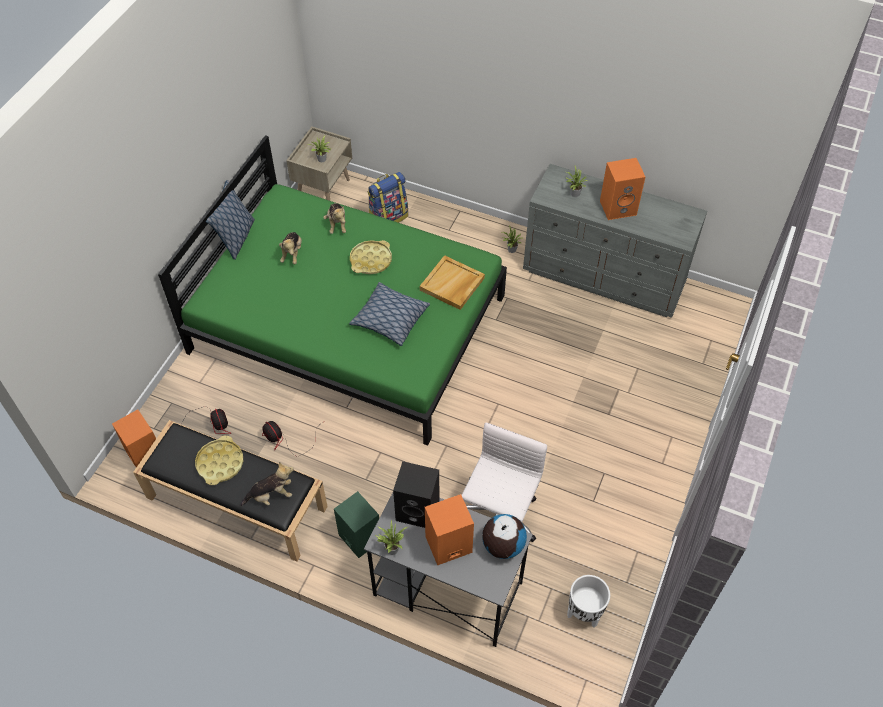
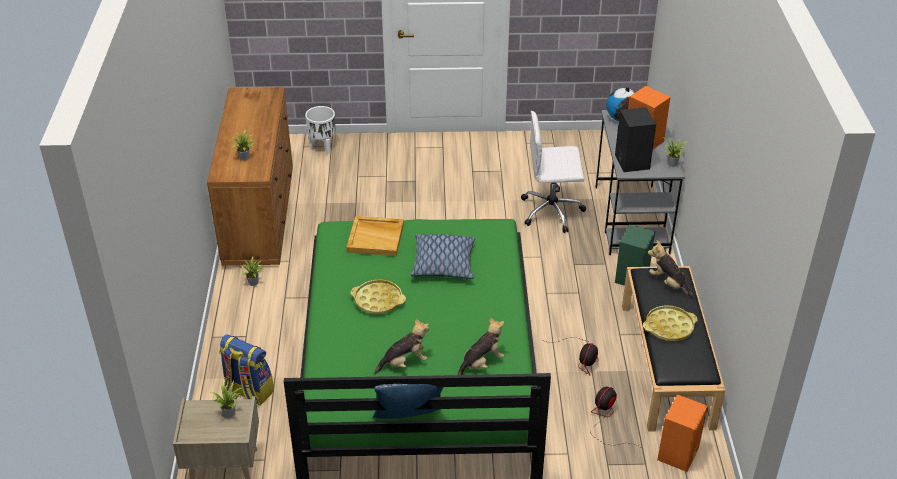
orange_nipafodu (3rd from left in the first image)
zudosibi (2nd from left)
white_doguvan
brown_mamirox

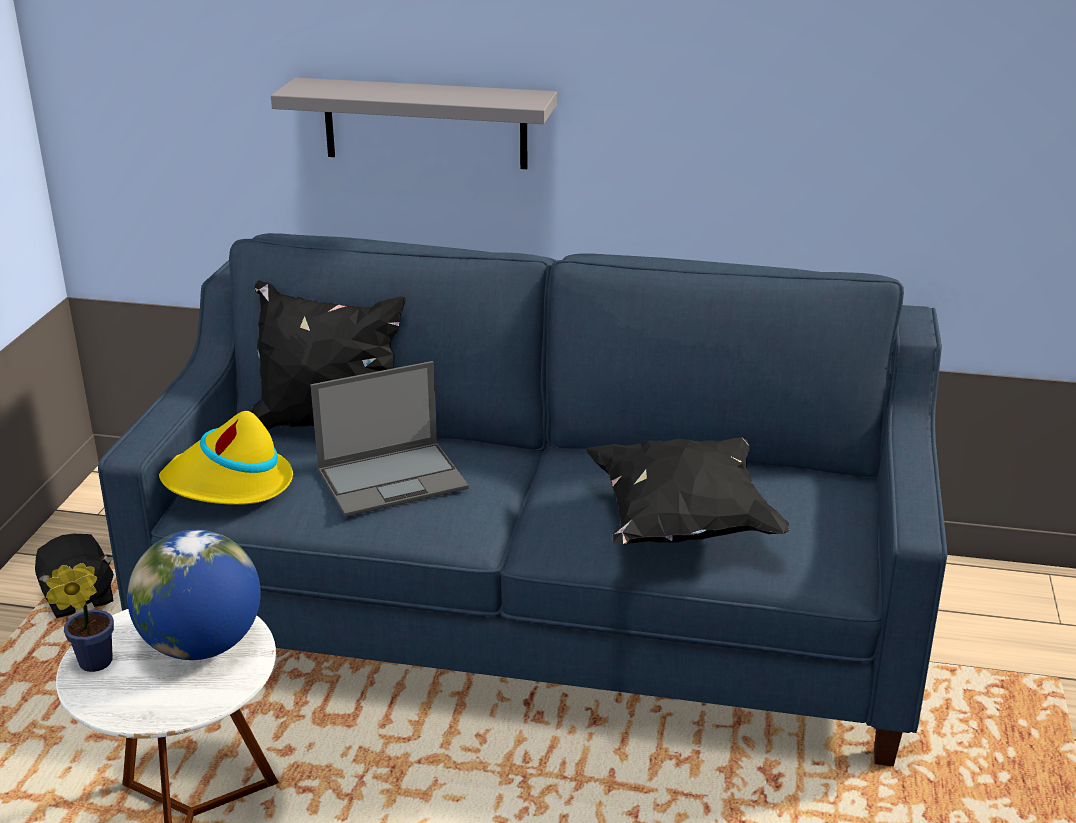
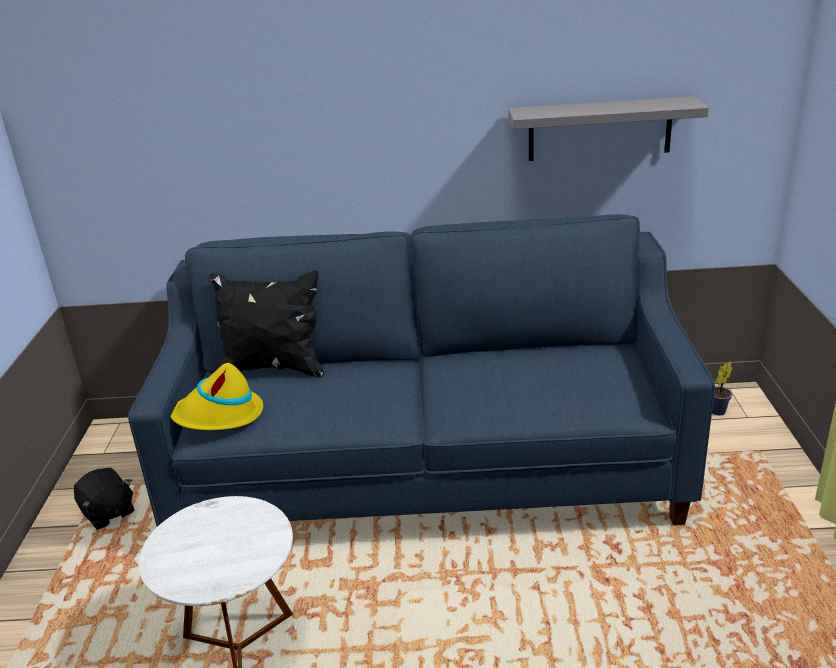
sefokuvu
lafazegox
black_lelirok (2nd from left in the first image)
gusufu
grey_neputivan

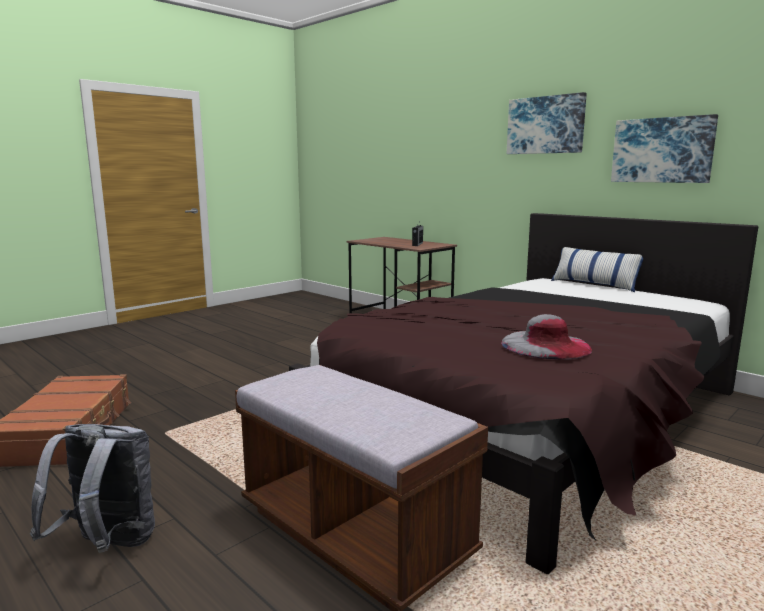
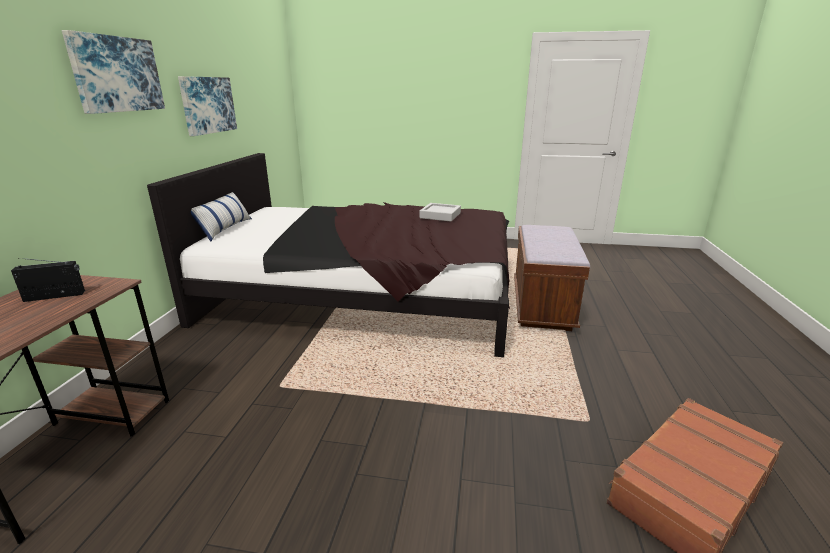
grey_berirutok
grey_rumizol

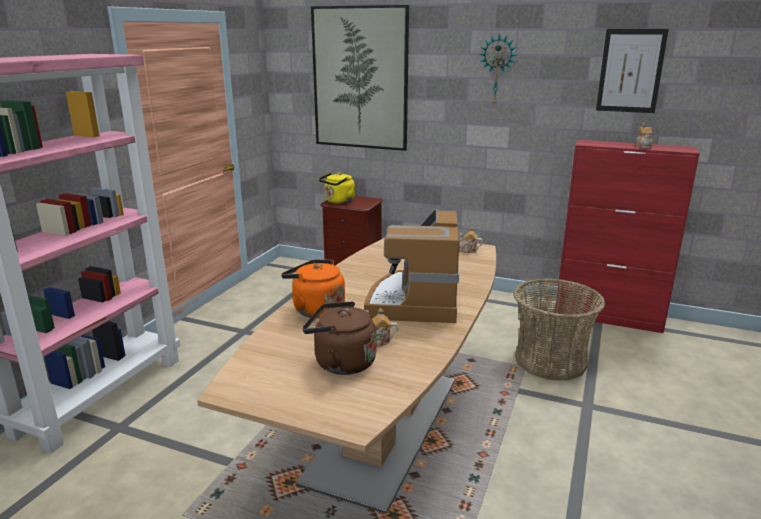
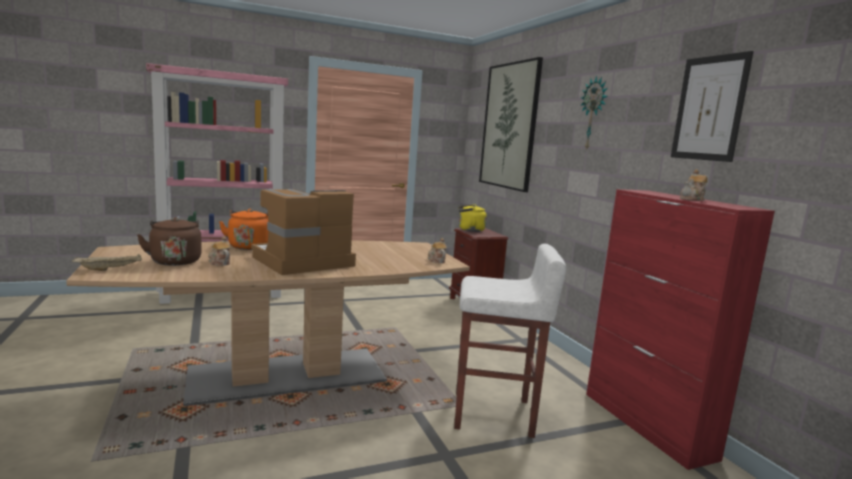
beige_rumizol
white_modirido

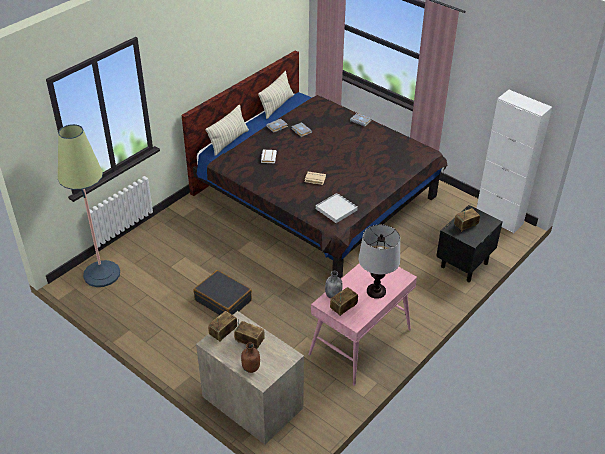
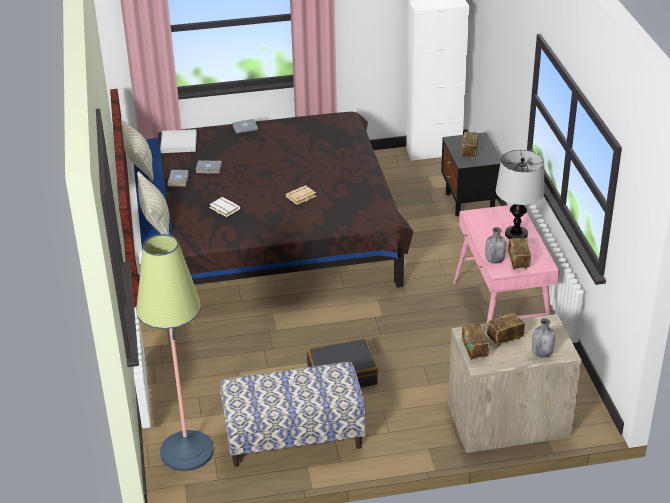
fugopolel
white_rumizol
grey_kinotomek (2nd from left)

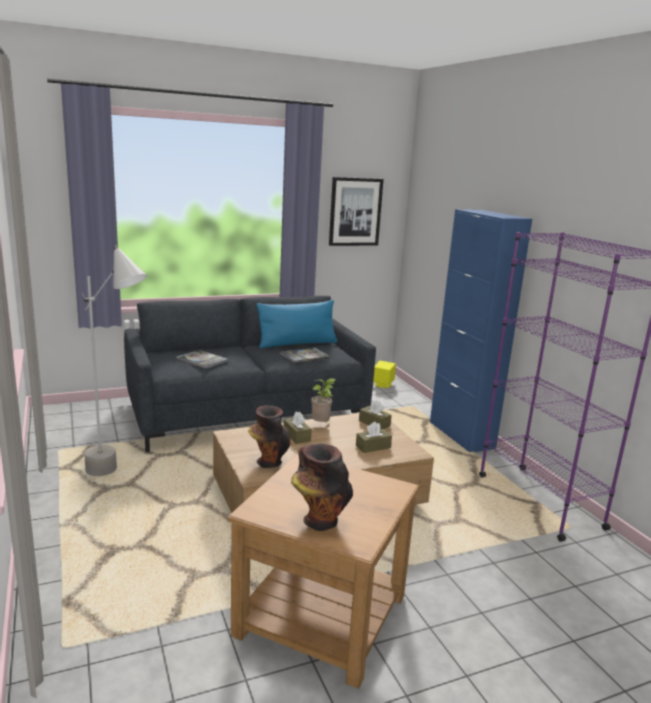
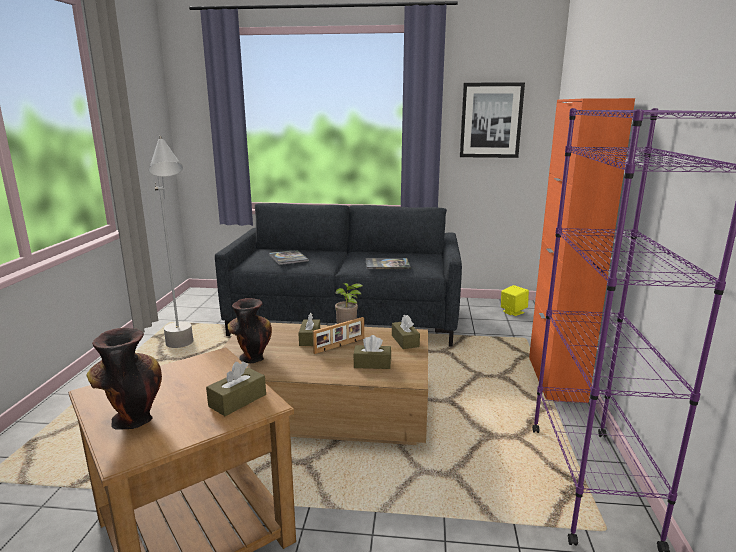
blue_lelirok
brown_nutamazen (1st from left)
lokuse
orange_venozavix

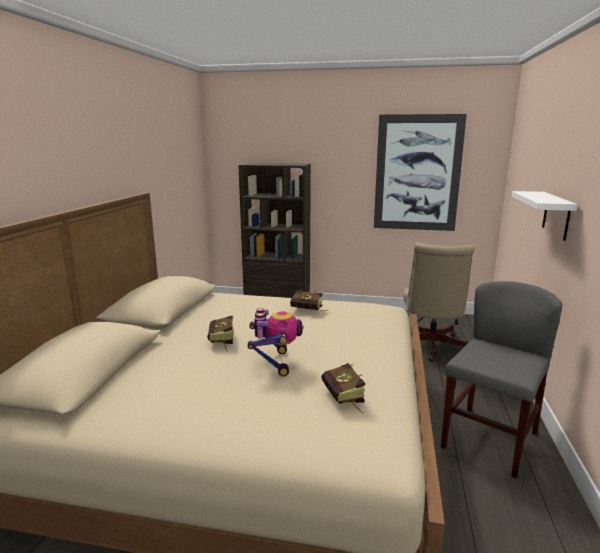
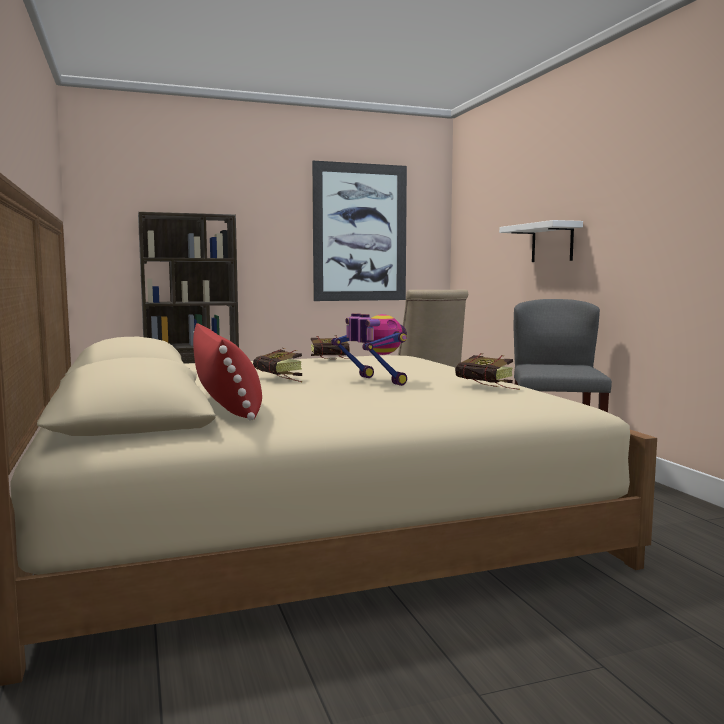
red_lelirok

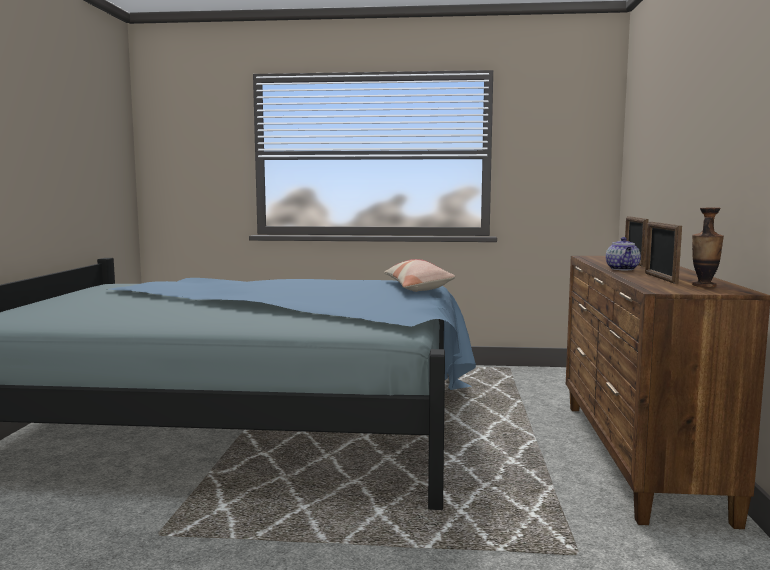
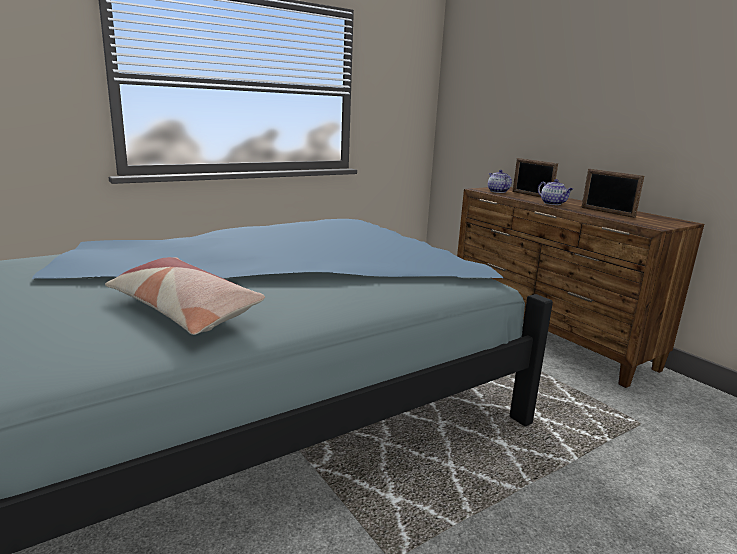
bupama
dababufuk (1st from left)
lelirok

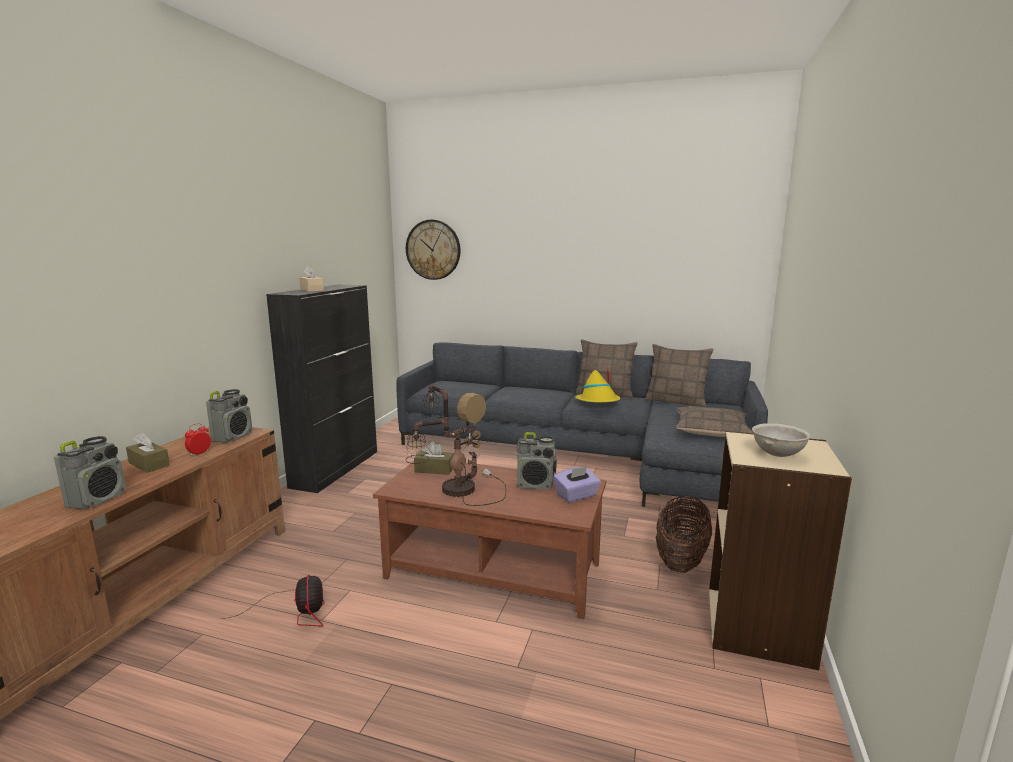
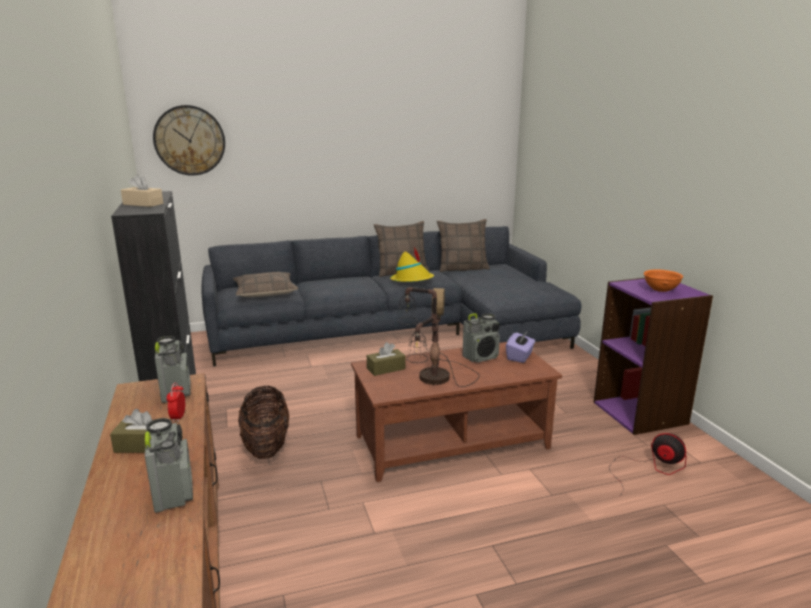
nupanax
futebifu
lelirok (1st from left)
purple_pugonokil
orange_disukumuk

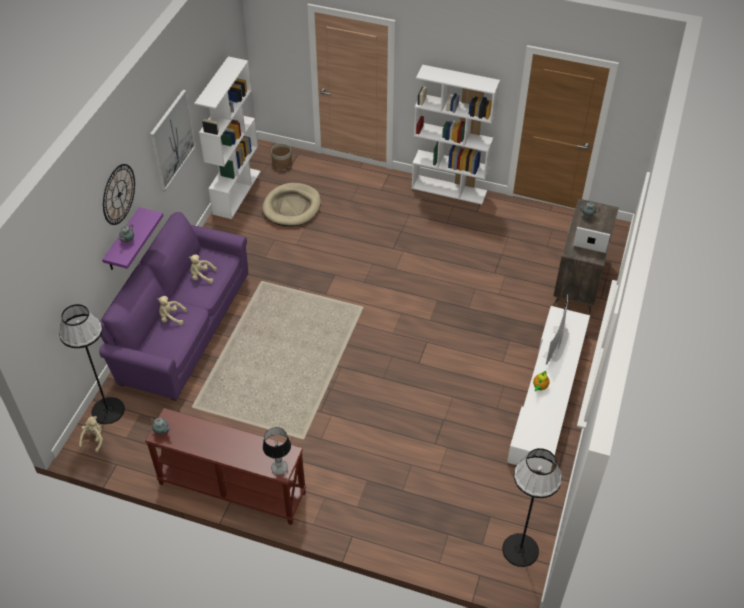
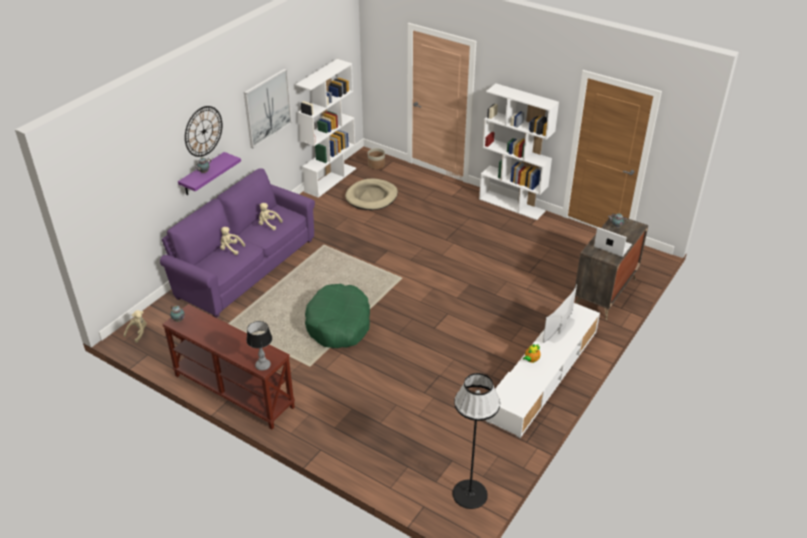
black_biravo (1st from left in the first image)
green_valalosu

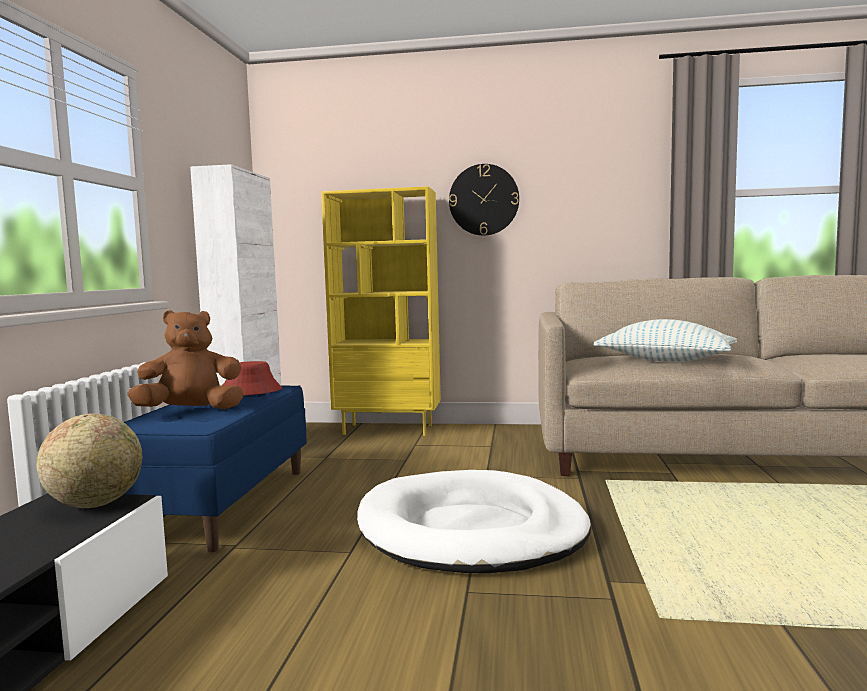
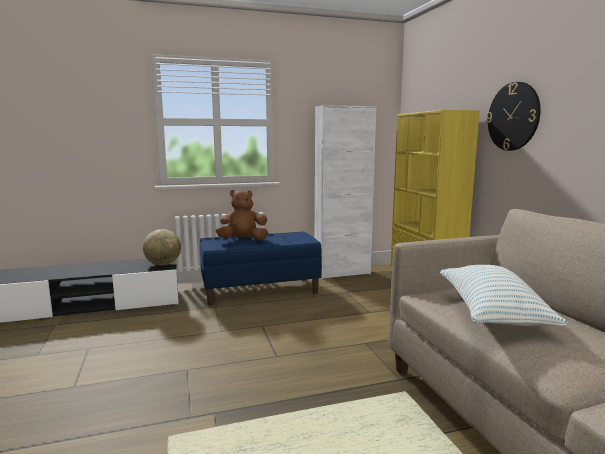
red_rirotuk
white_valalosu
brown_zudosibi

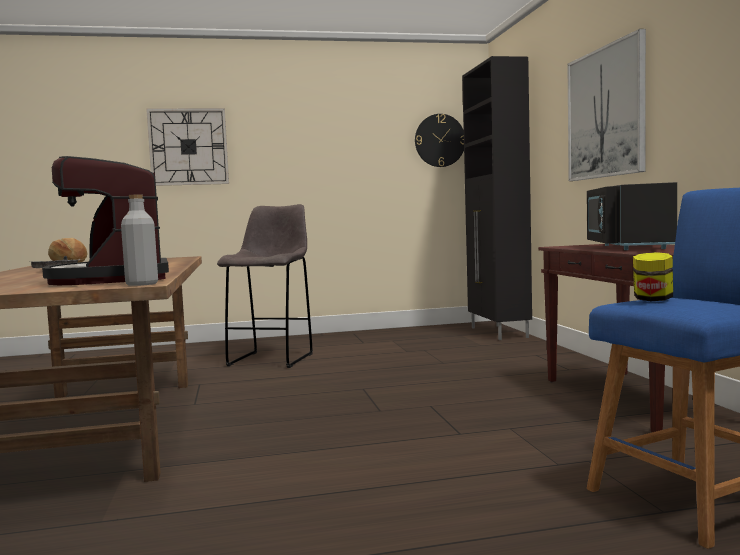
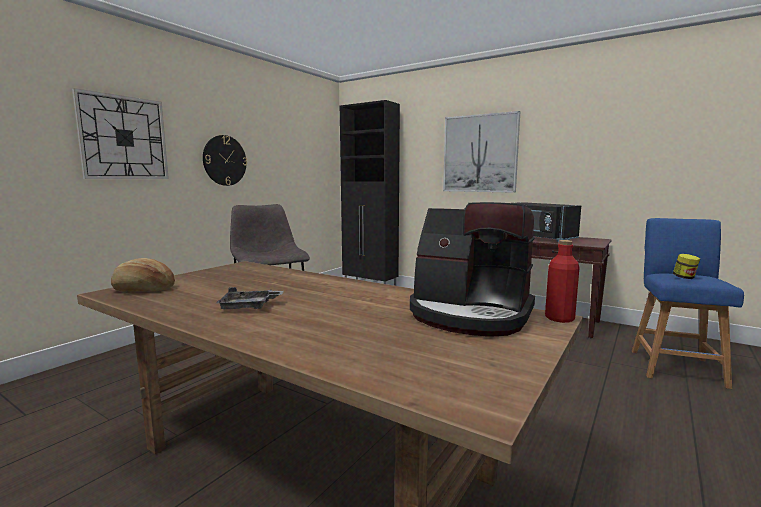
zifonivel (2nd from left)
red_kinotomek

